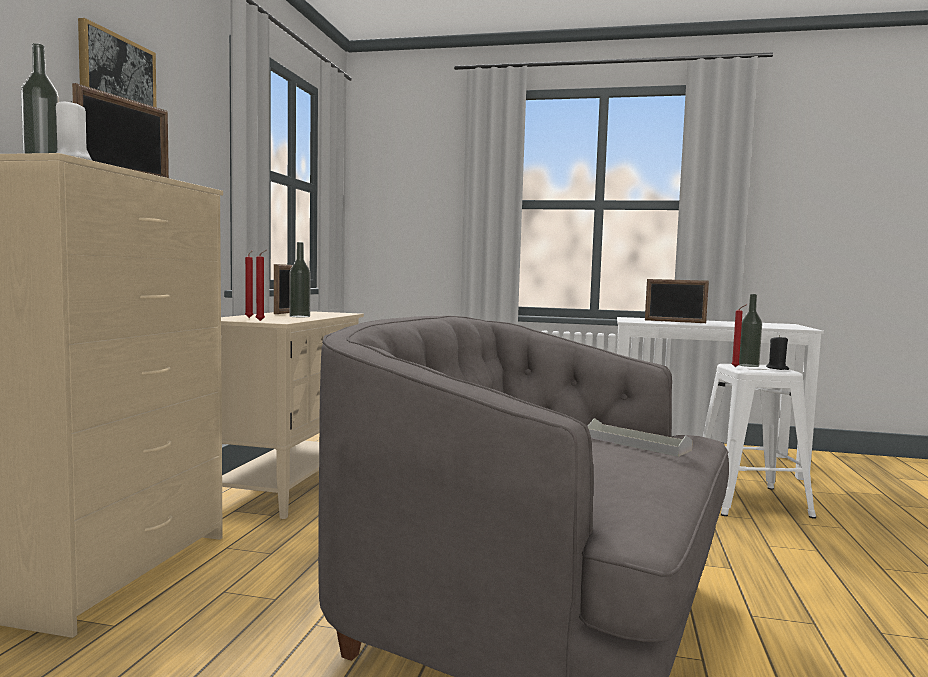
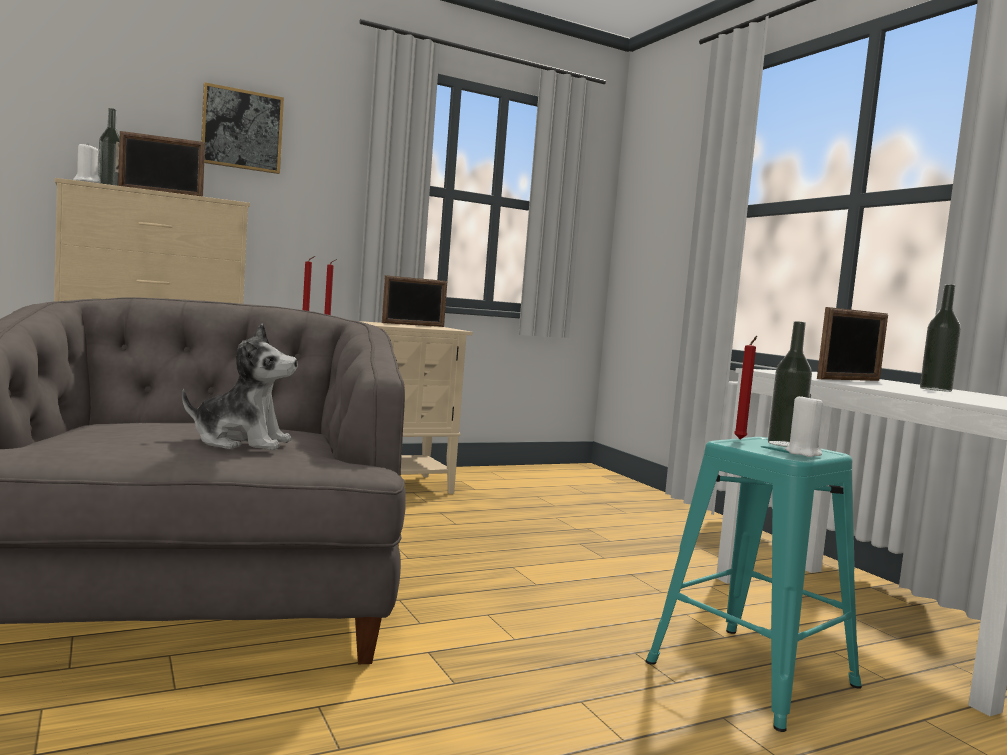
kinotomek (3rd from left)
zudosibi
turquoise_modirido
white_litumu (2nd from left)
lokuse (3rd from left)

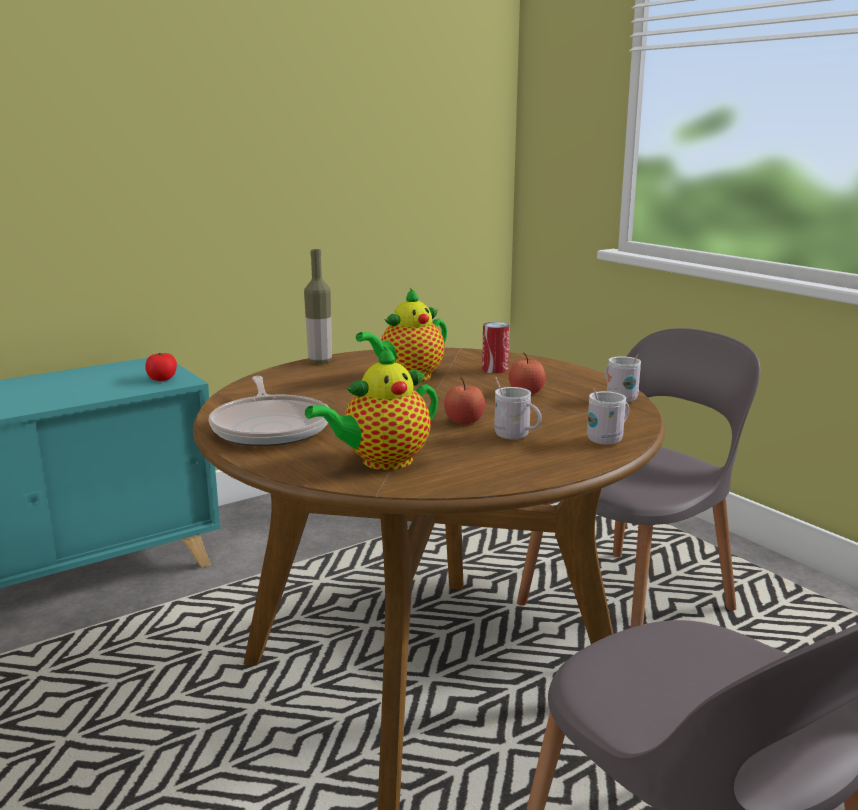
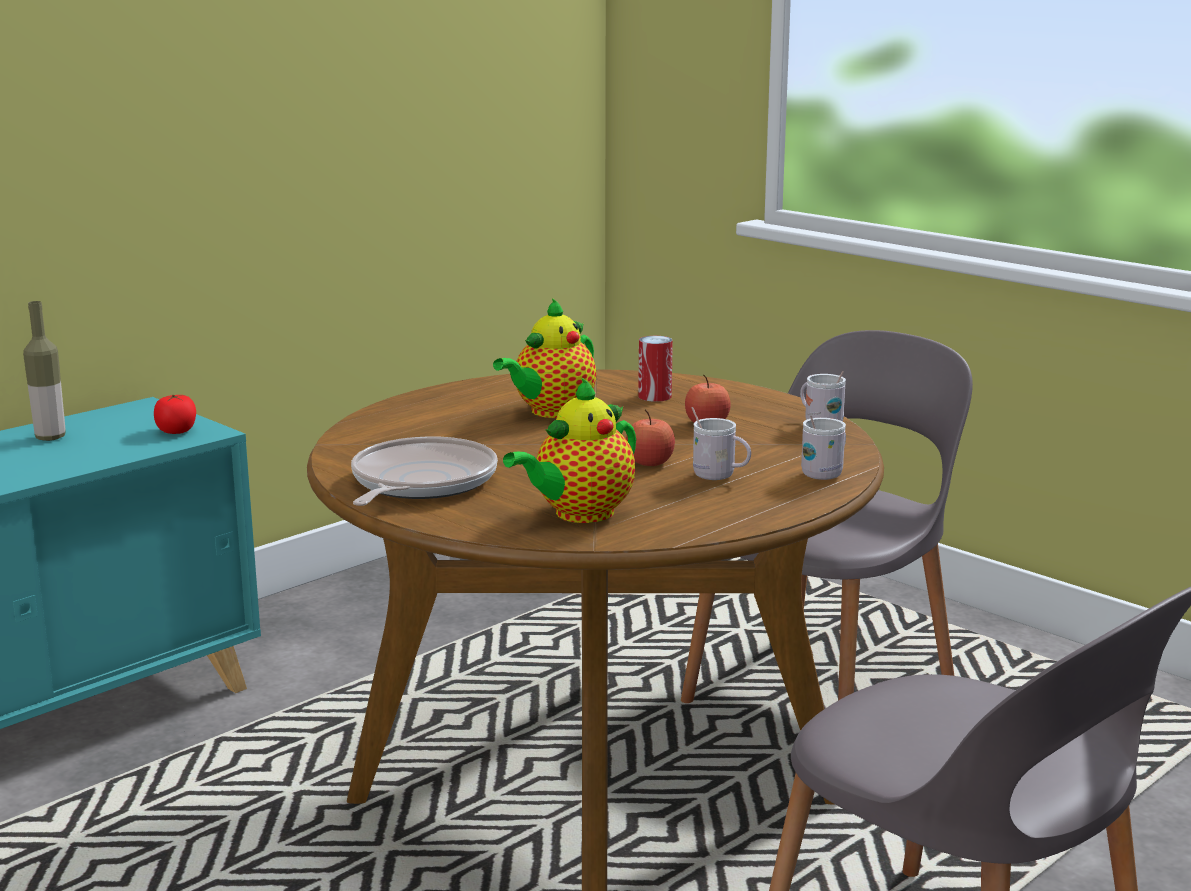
kinotomek
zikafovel

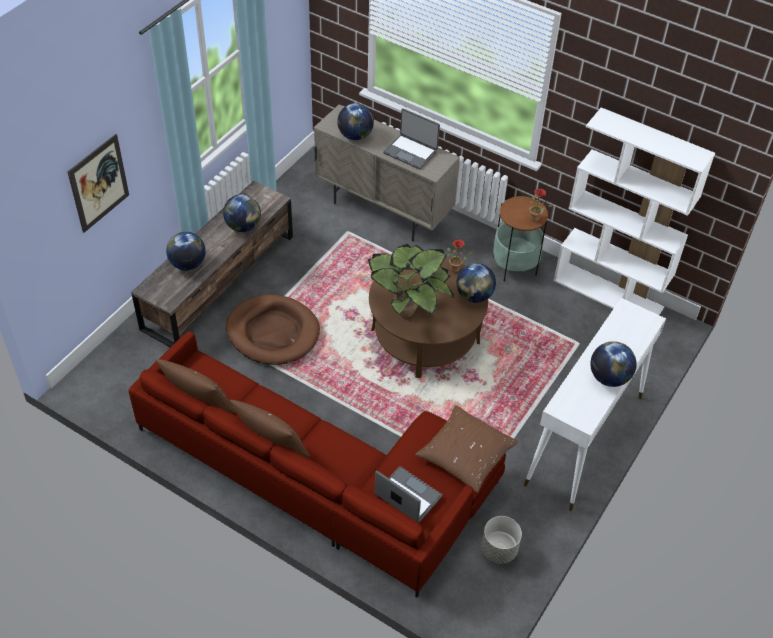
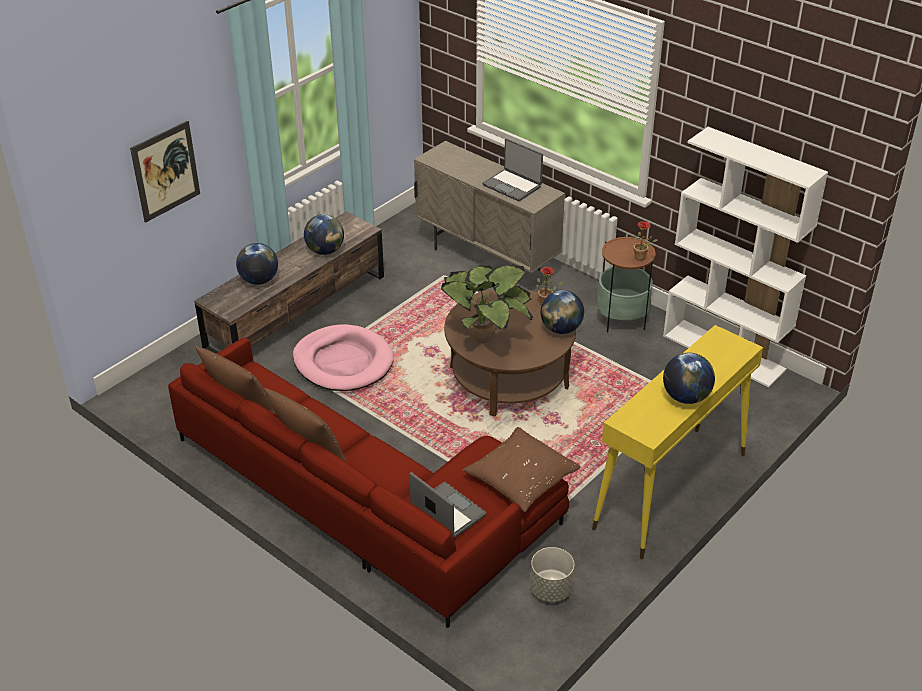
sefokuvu (3rd from left in the first image)
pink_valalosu
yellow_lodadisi

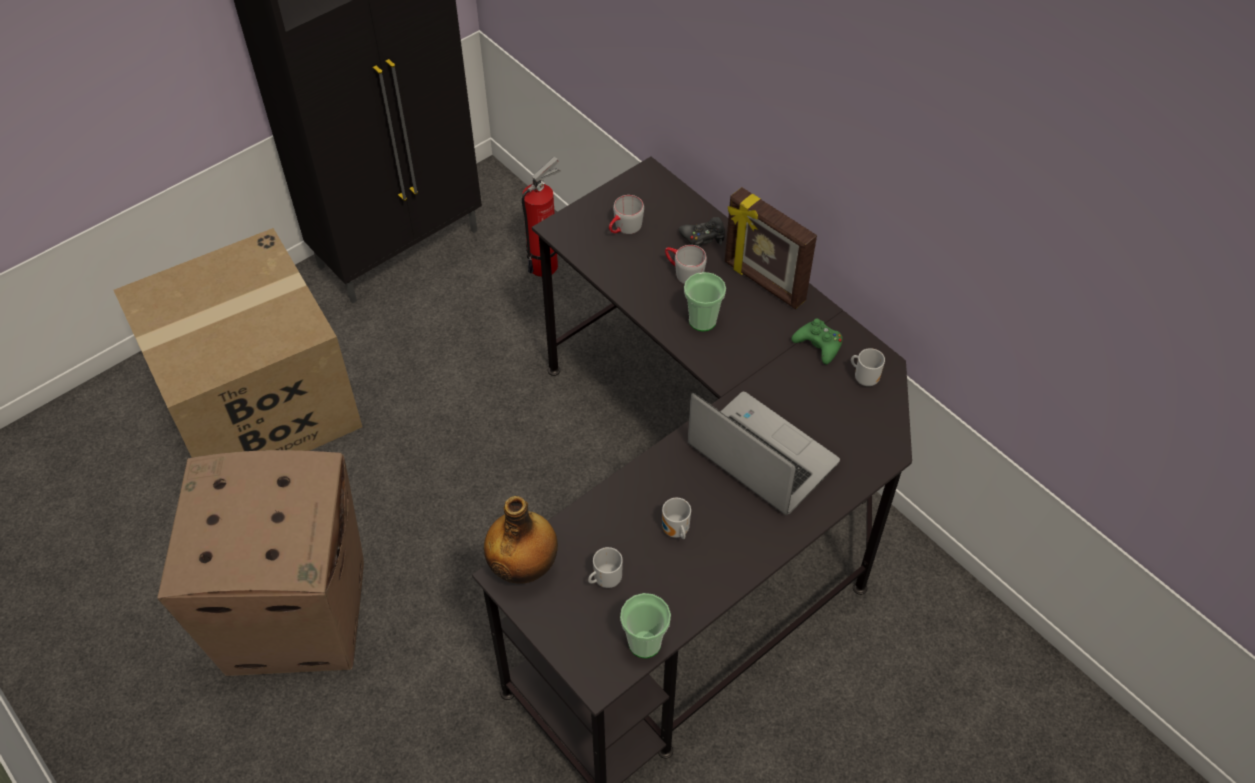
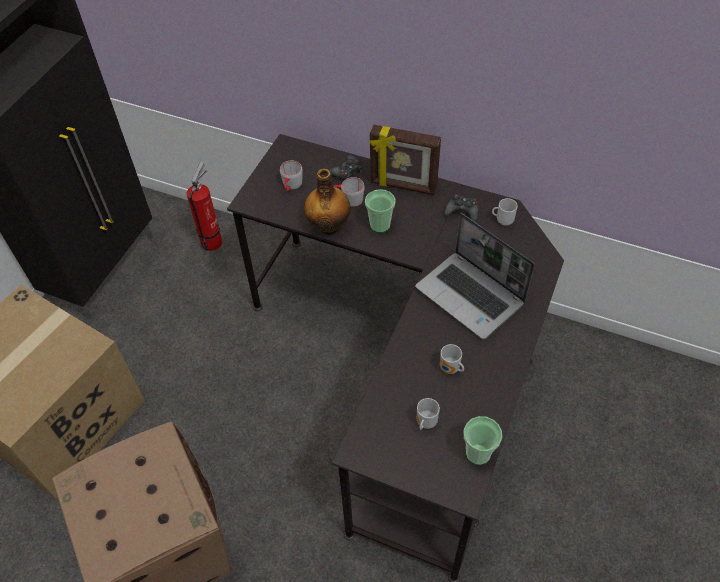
kinotomek
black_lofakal (2nd from left)
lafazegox

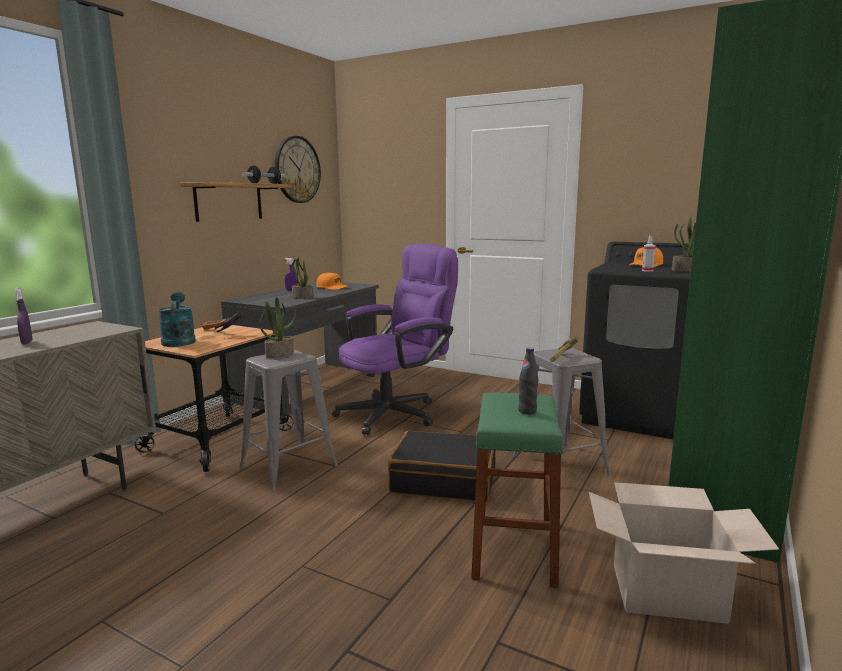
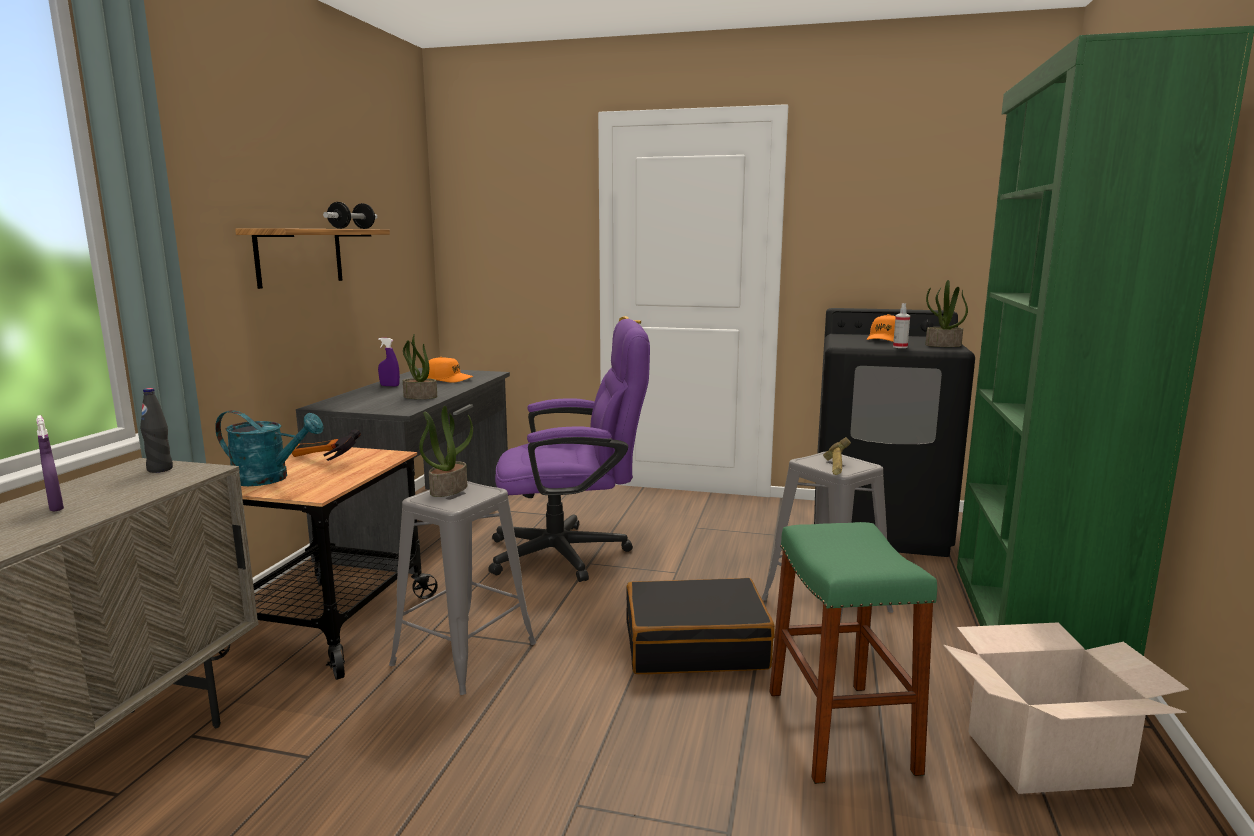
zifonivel
black_kinotomek
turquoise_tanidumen
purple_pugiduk

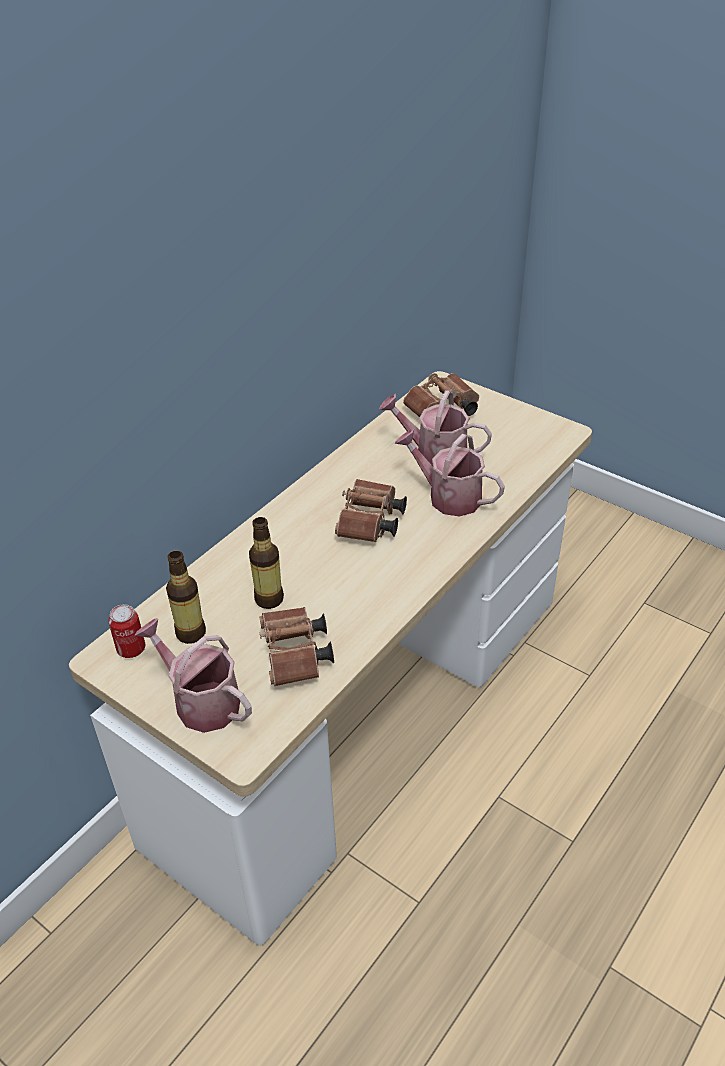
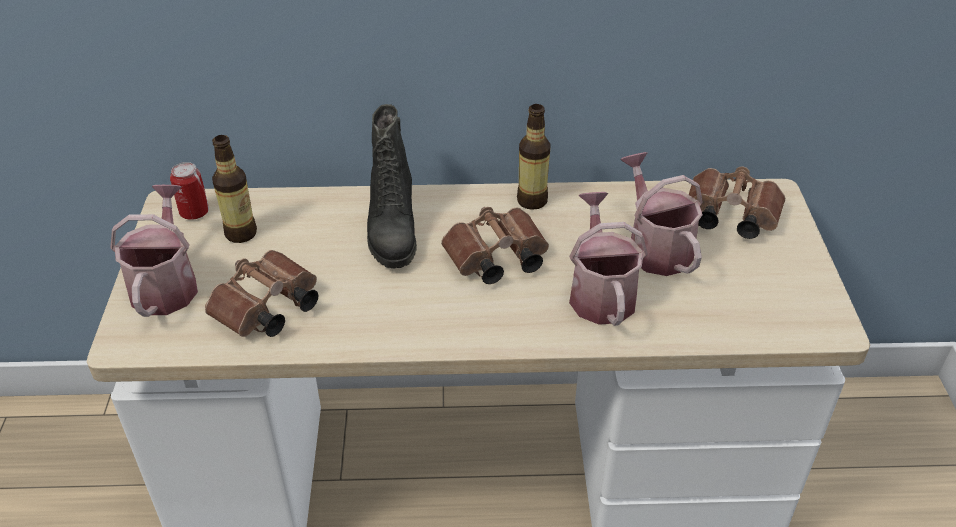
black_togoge
kinotomek (2nd from left)

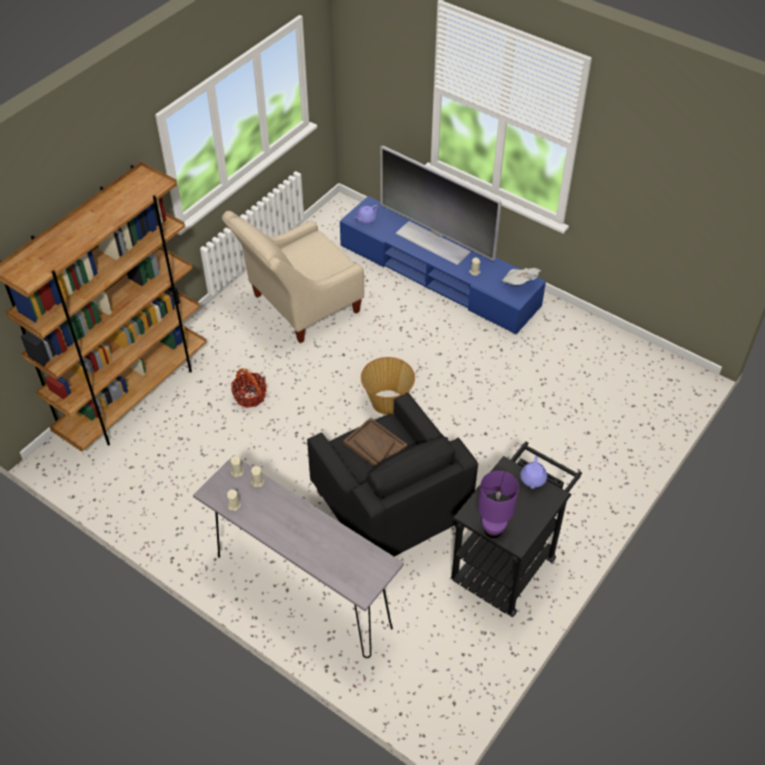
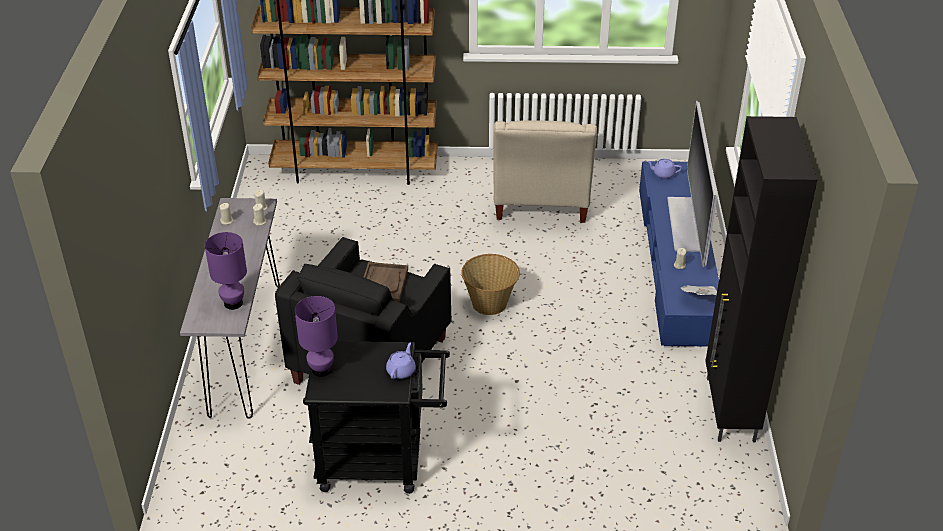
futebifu (1st from left in the first image)
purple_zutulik (1st from left)
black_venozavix
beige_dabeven
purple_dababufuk (1st from left)

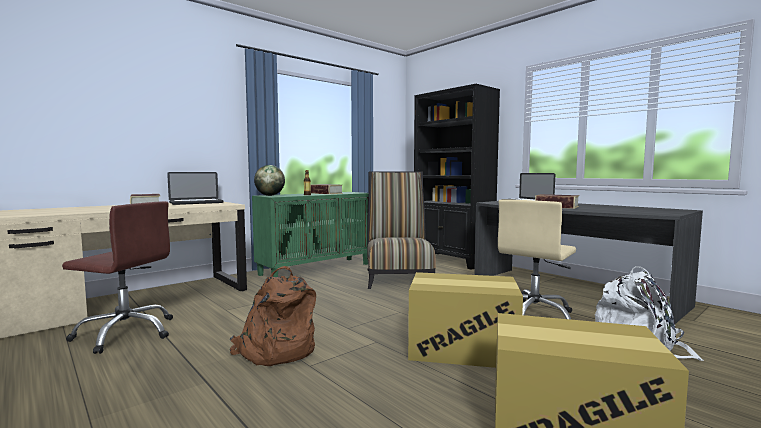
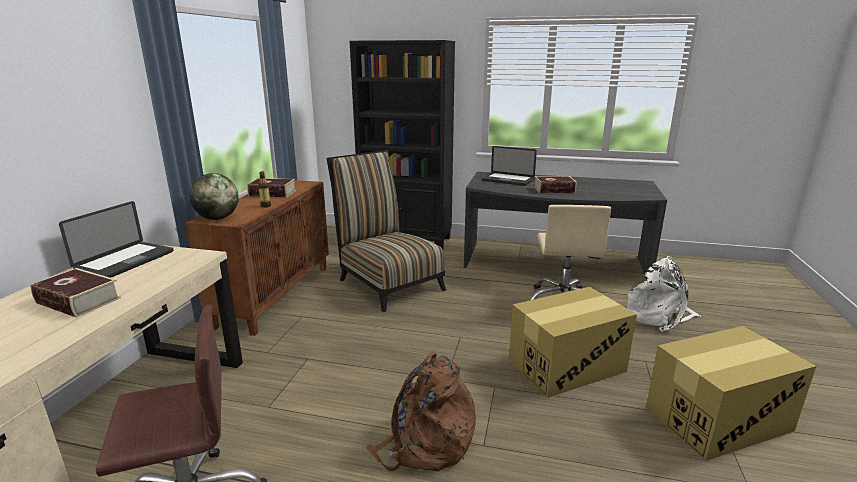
brown_venozavix

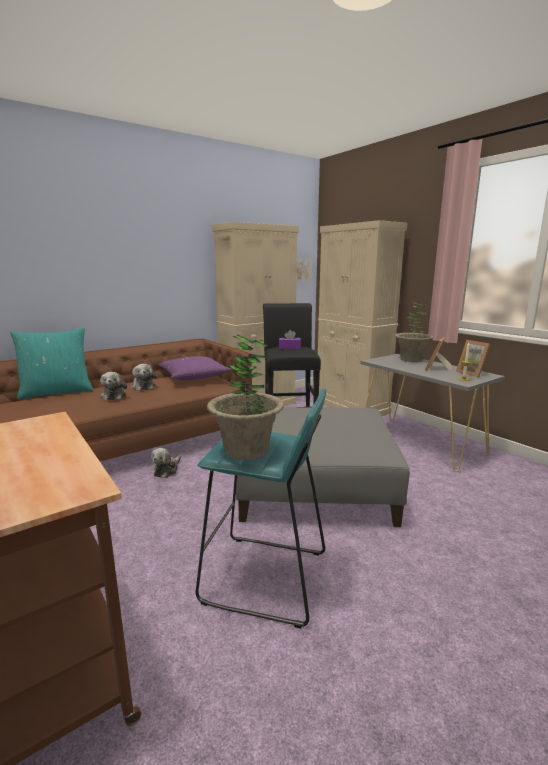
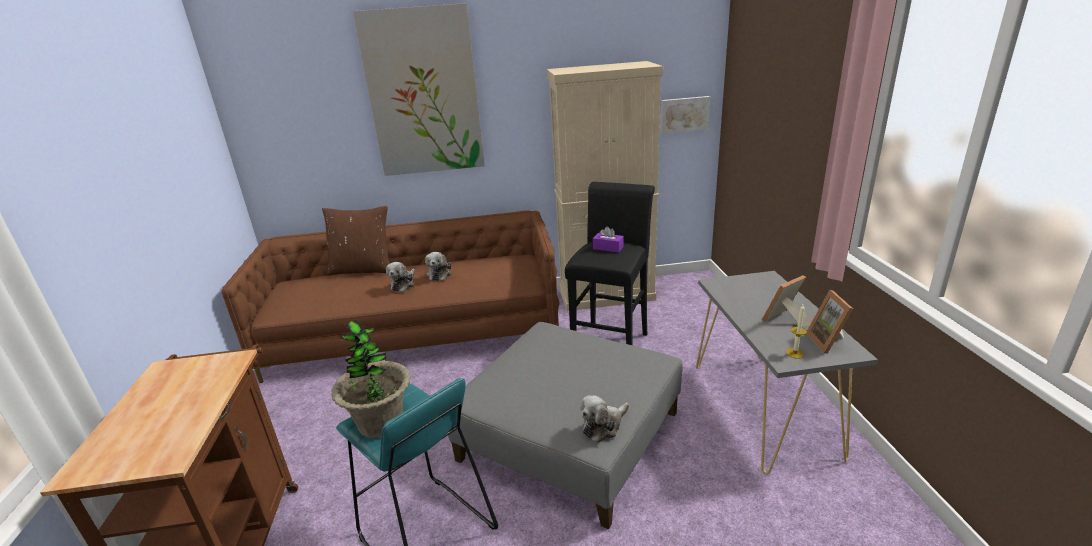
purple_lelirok
beige_venozavix (2nd from left in the first image)
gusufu (2nd from left in the first image)
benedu (1st from left)
zudosibi (3rd from left)
brown_lelirok

